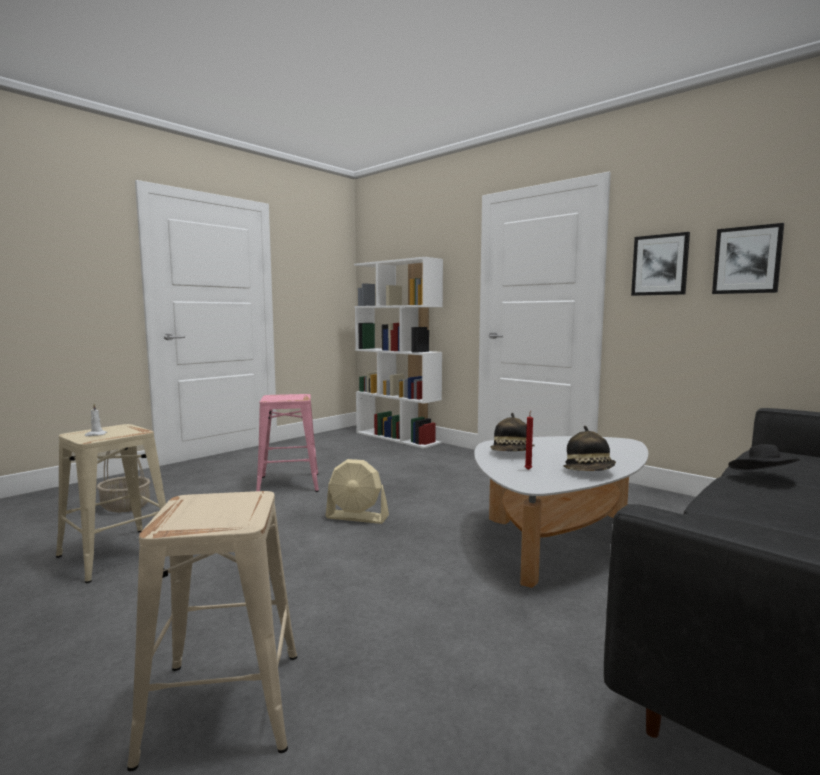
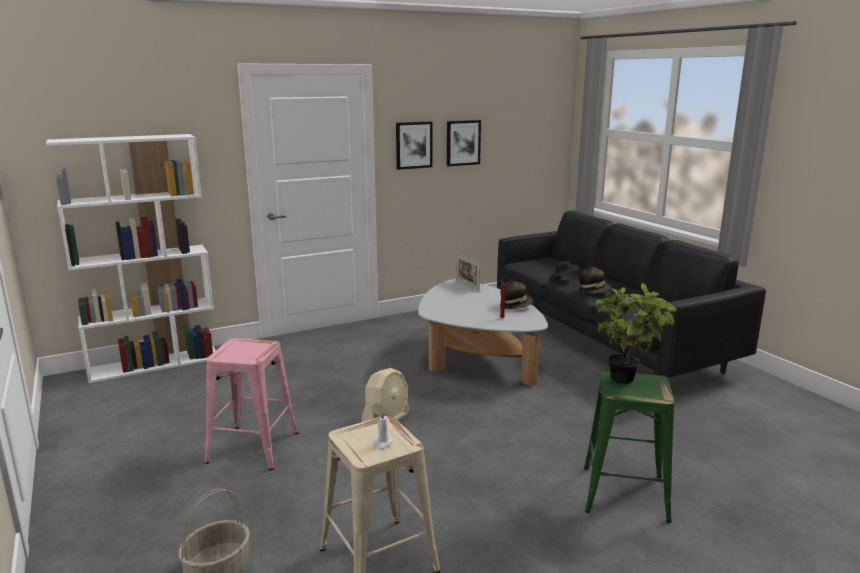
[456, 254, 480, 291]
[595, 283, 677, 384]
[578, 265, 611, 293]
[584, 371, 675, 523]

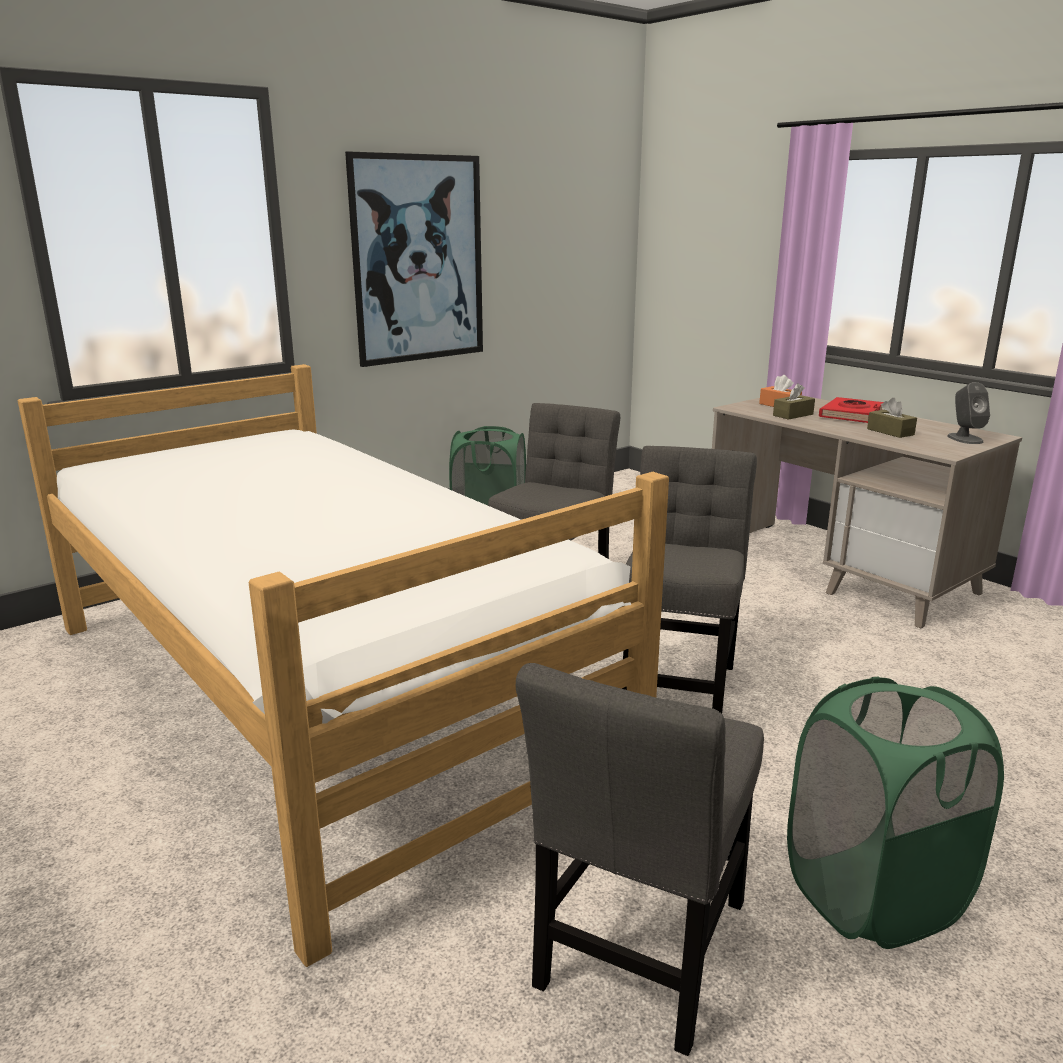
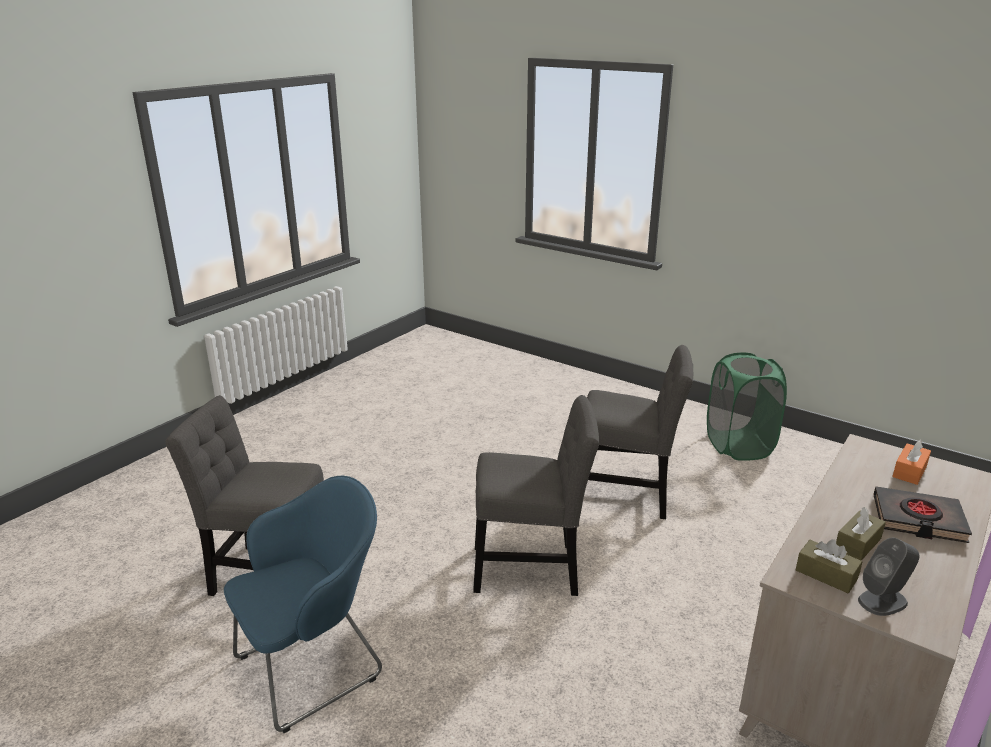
[18, 364, 669, 967] (first image)
[345, 151, 483, 367] (first image)
[796, 539, 862, 593]
[224, 476, 382, 733]
[873, 486, 972, 543]

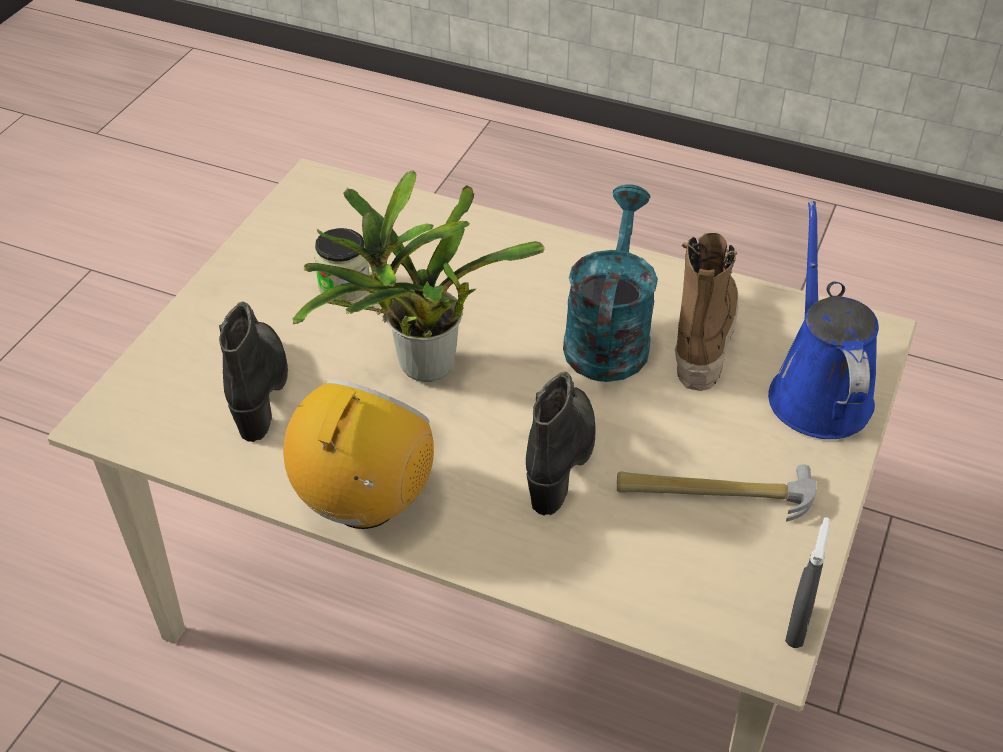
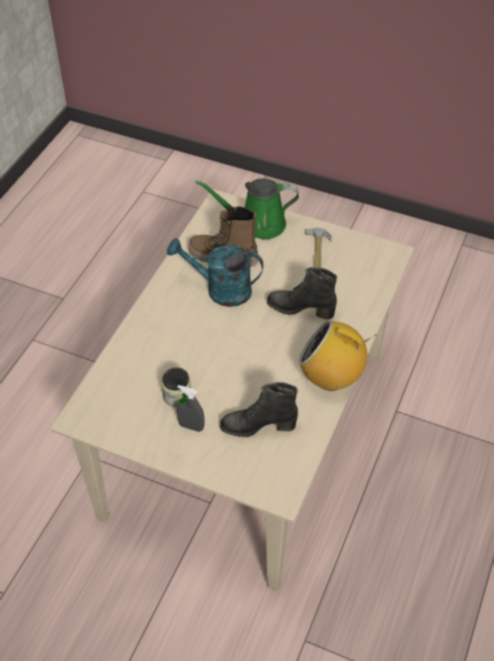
[293, 170, 545, 382] (first image)
[176, 385, 204, 432]
[196, 179, 299, 239]

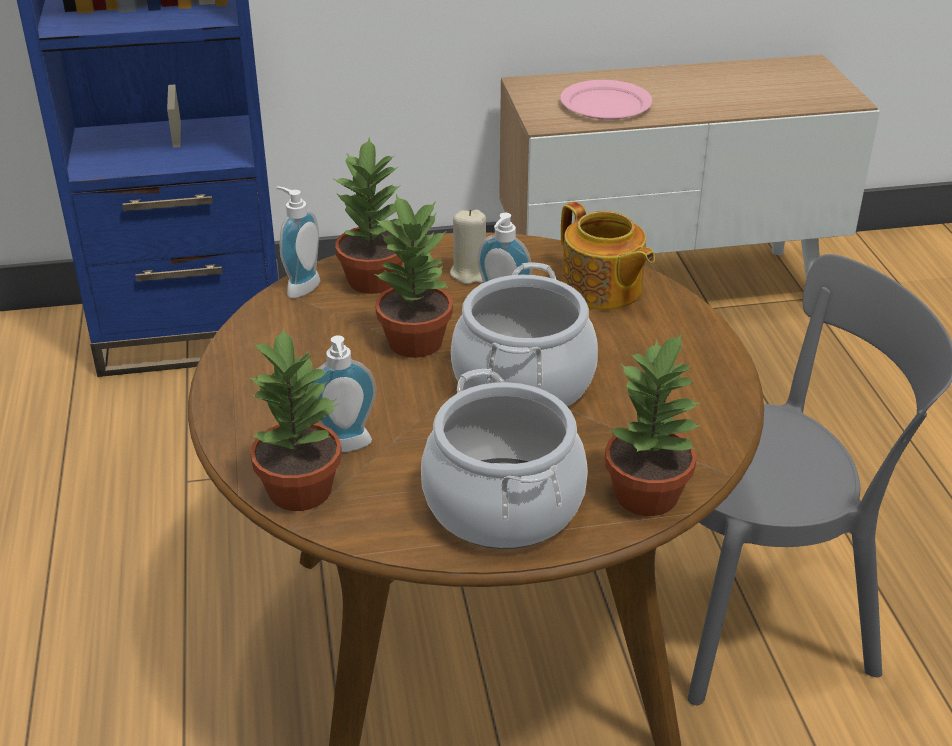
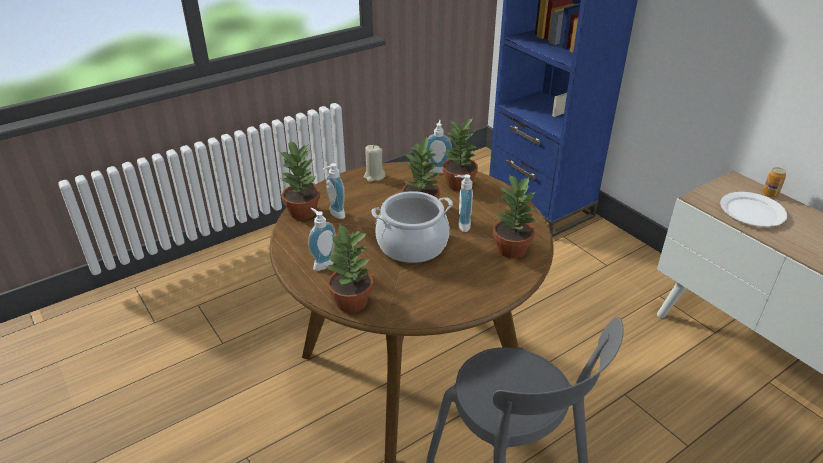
[762, 167, 786, 197]
[364, 145, 386, 182]
[308, 208, 336, 271]
[493, 174, 536, 258]
[720, 192, 787, 227]

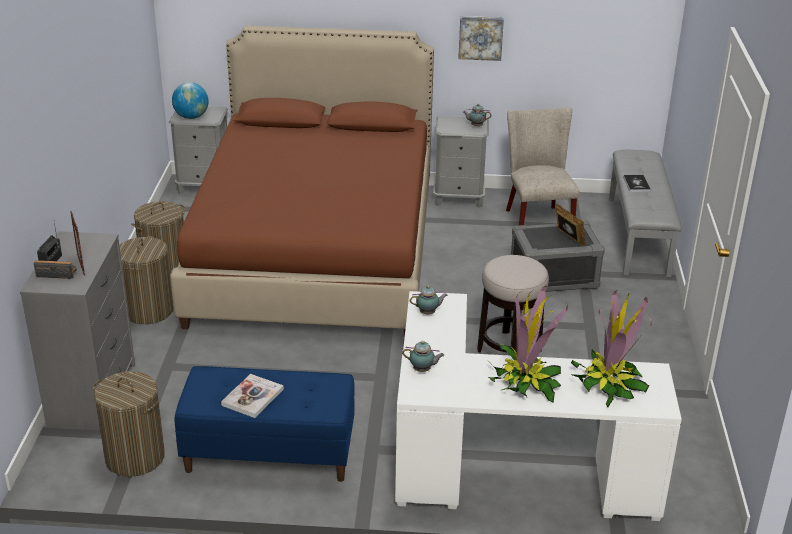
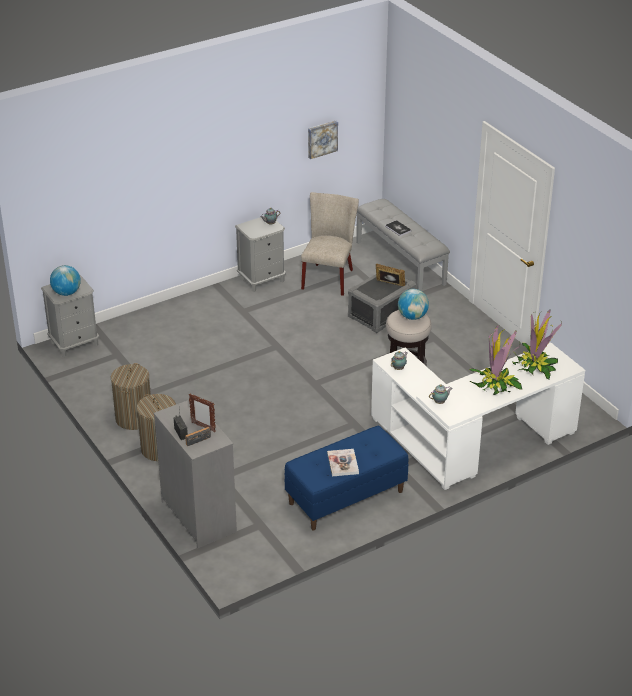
[93, 371, 165, 477] (first image)
[170, 25, 434, 336] (first image)
[398, 289, 429, 320]
[308, 120, 338, 159]
[301, 192, 359, 296]

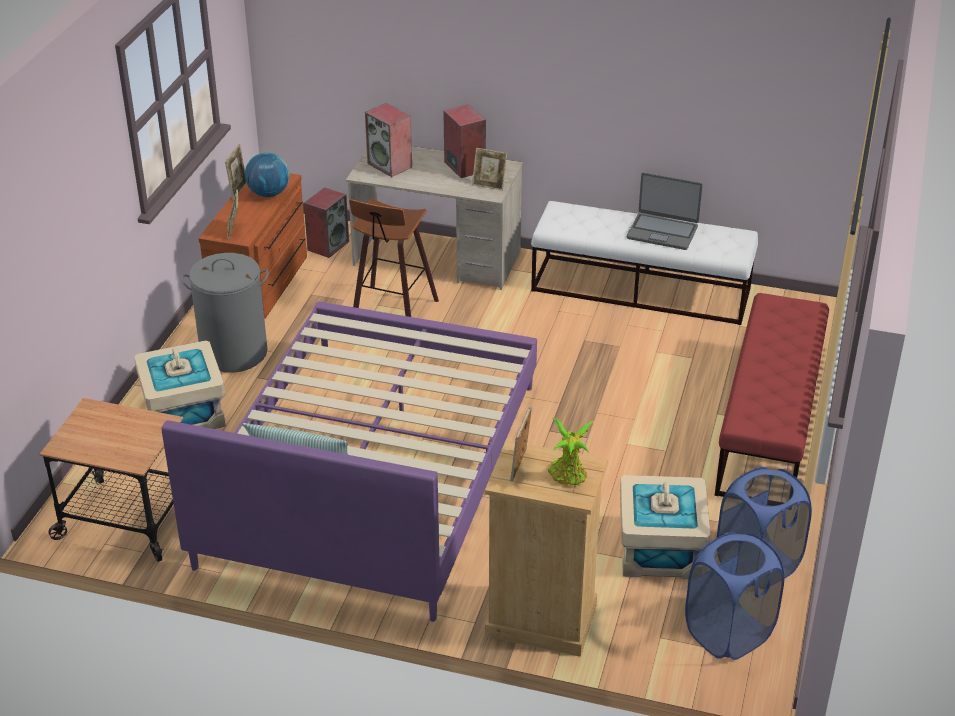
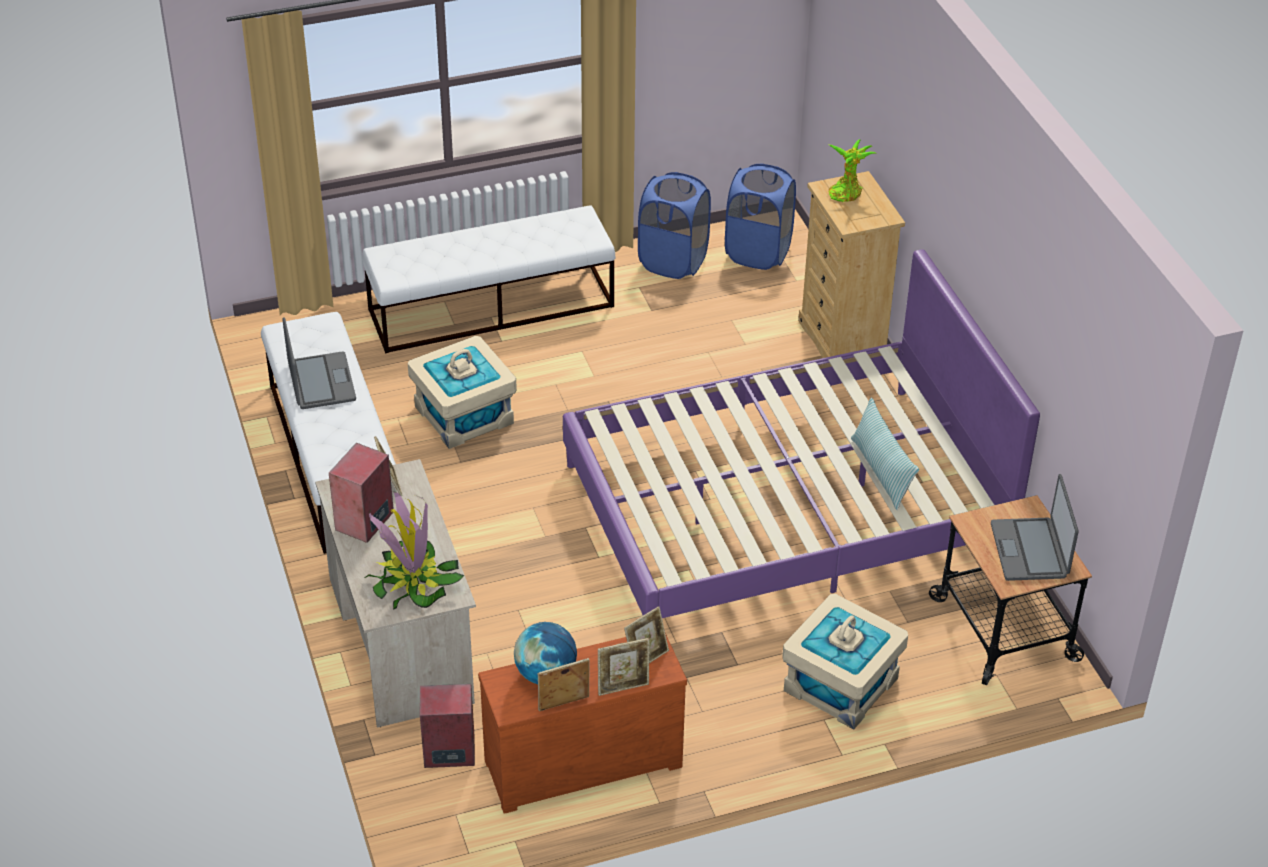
[181, 253, 269, 373] (first image)
[349, 198, 439, 317] (first image)
[991, 474, 1079, 581]
[598, 638, 650, 696]
[408, 336, 517, 449]
[365, 491, 465, 610]
[362, 205, 615, 353]

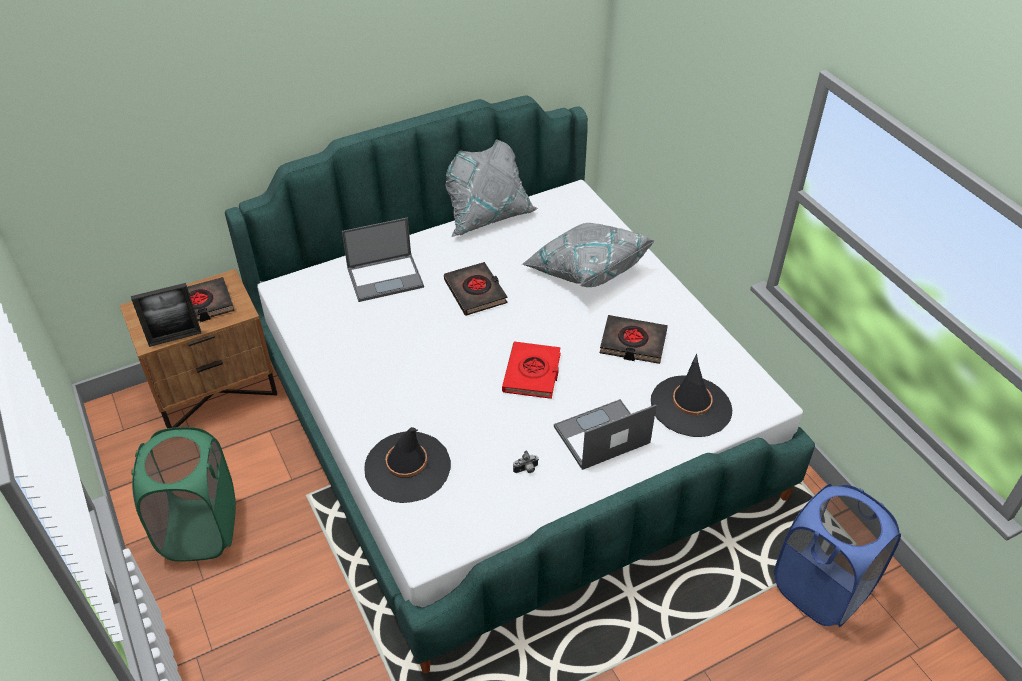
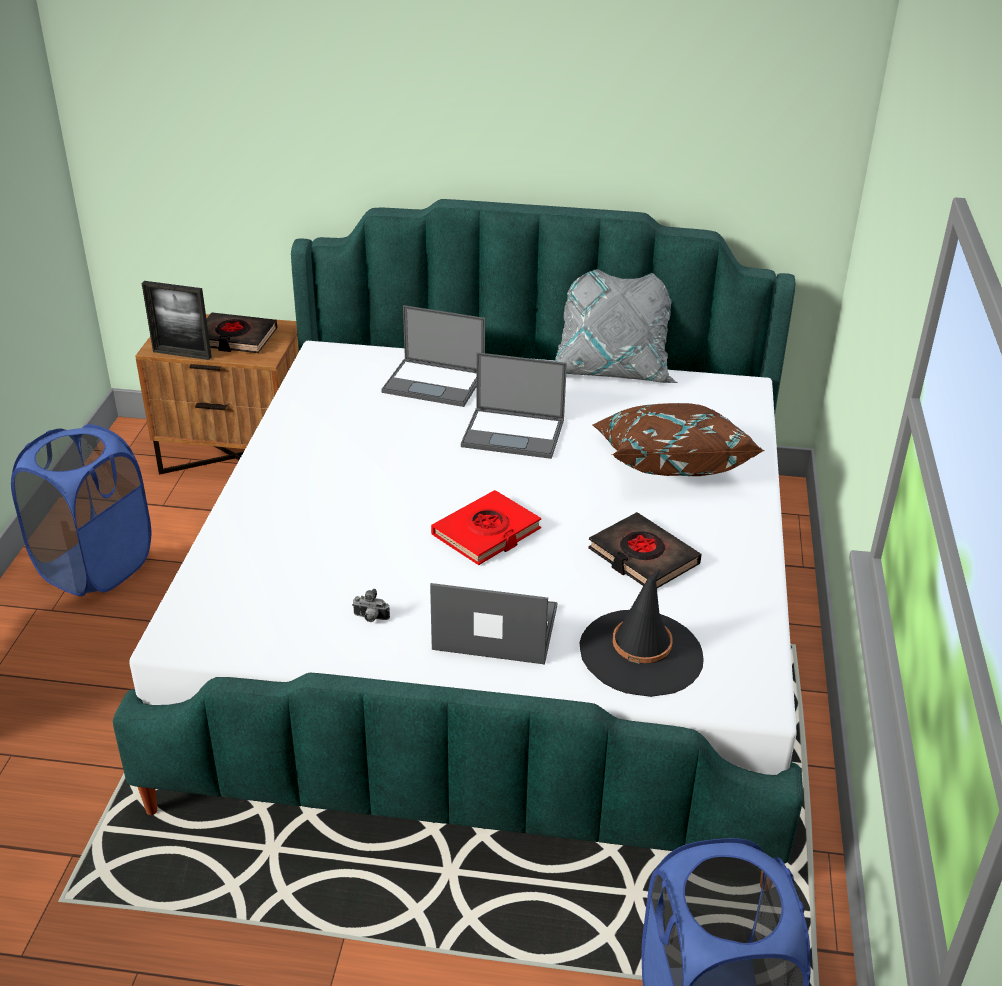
[365, 427, 451, 503] (first image)
[461, 352, 567, 459]
[11, 424, 152, 597]
[593, 403, 765, 476]

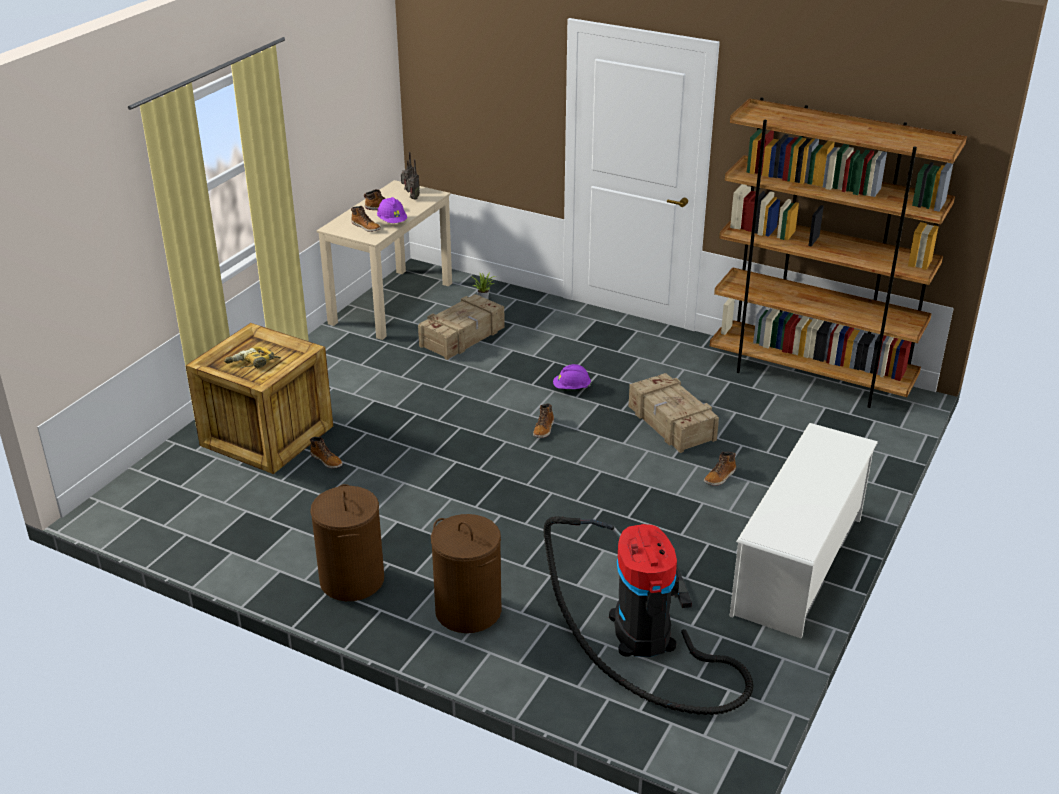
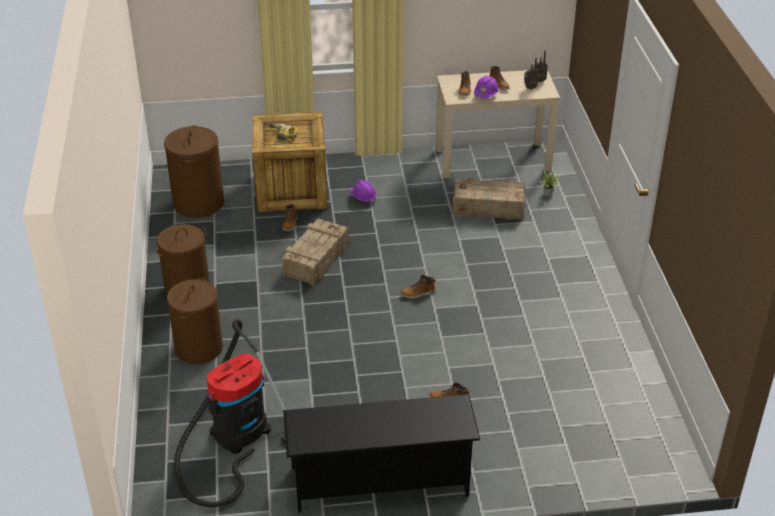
[710, 98, 967, 408] (first image)
[164, 125, 224, 218]
[350, 180, 377, 204]
[282, 219, 349, 286]
[283, 394, 480, 513]

